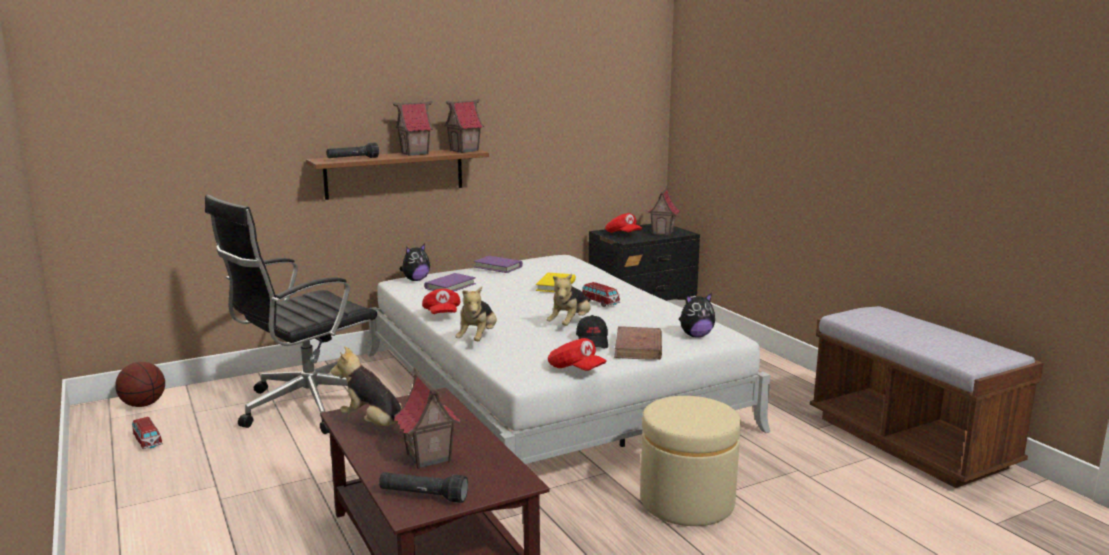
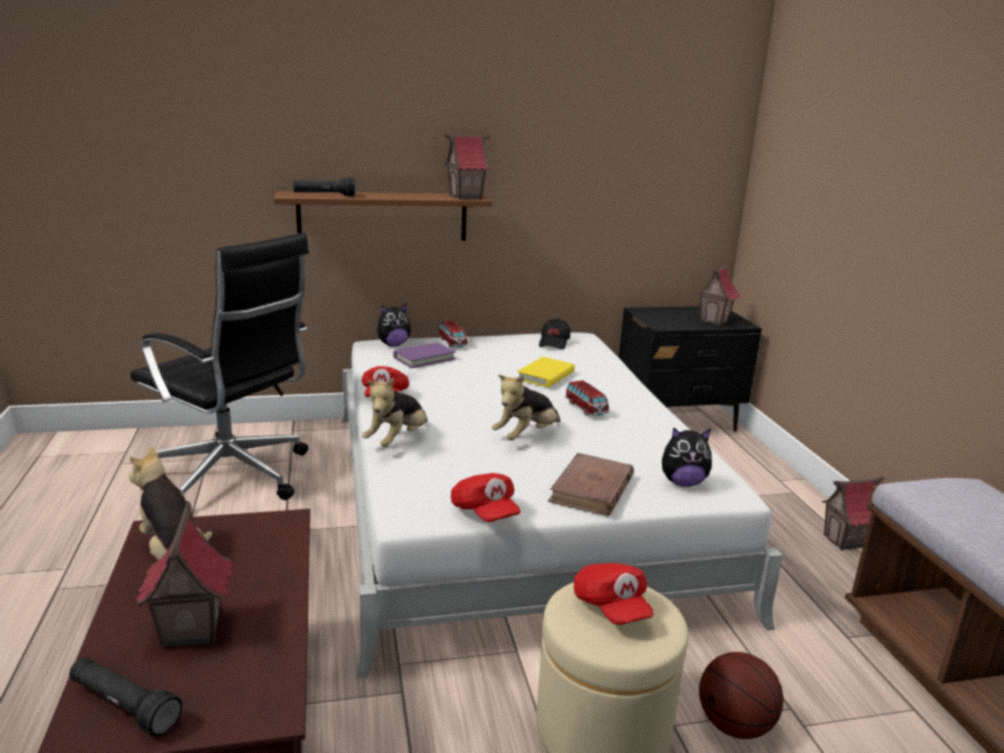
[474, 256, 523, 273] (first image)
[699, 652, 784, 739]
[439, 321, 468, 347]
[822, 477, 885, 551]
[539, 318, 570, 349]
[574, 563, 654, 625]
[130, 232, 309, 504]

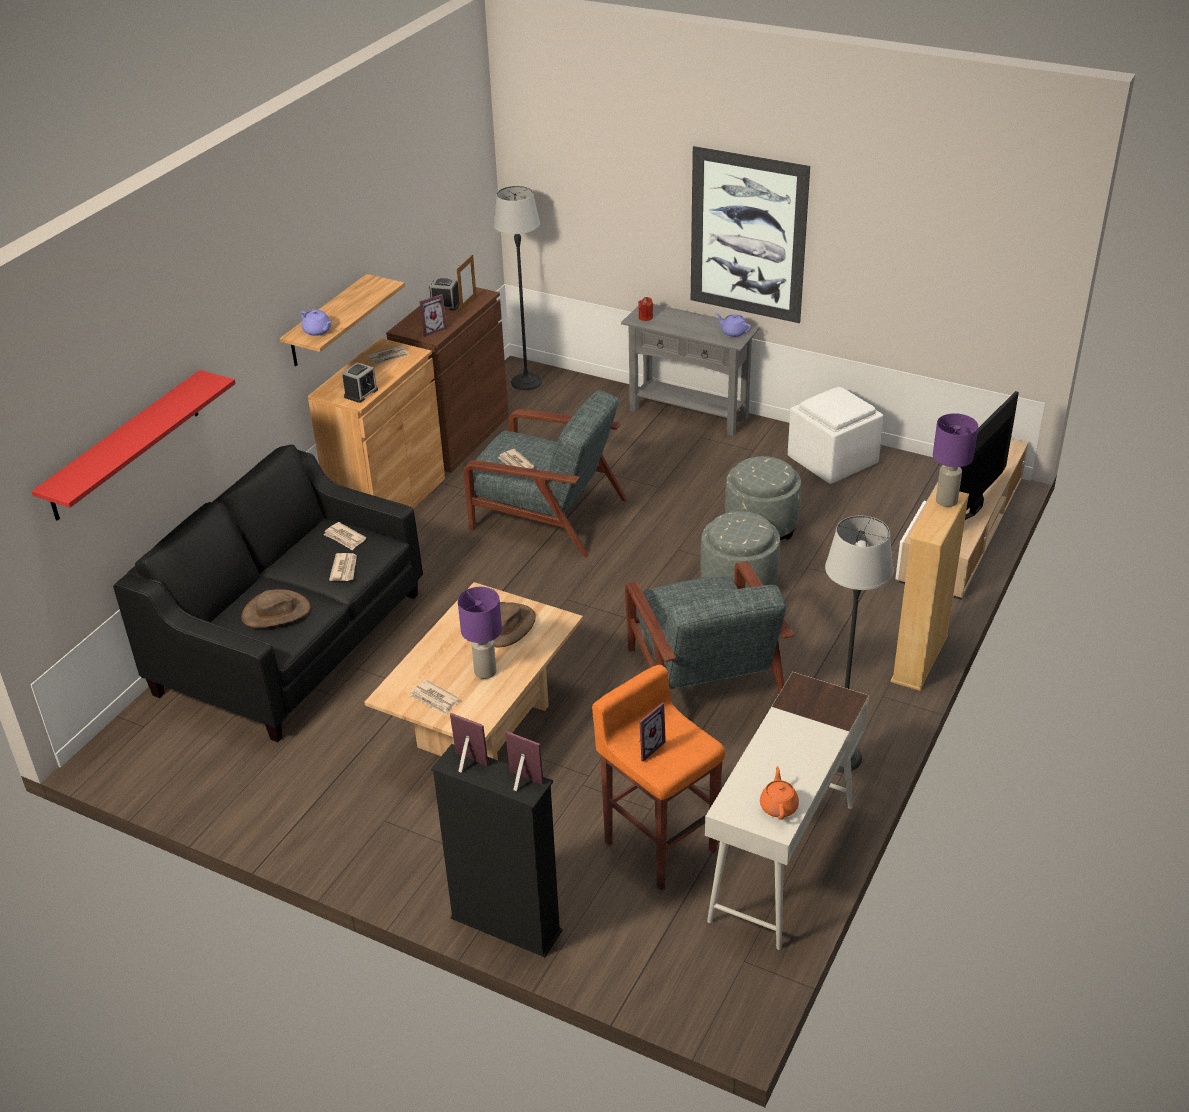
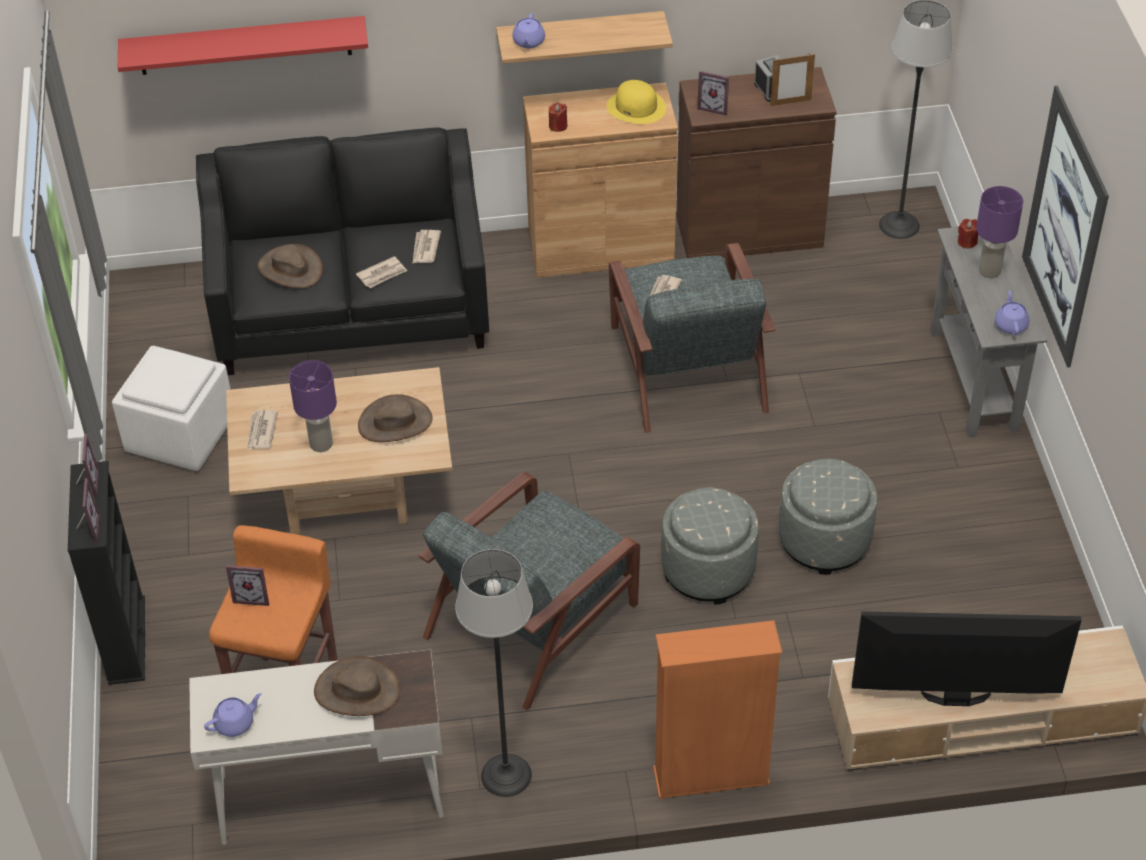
[314, 656, 400, 716]
[112, 346, 231, 471]
[976, 186, 1023, 278]
[549, 102, 568, 132]
[606, 80, 666, 124]
[204, 693, 262, 737]
[653, 620, 782, 799]

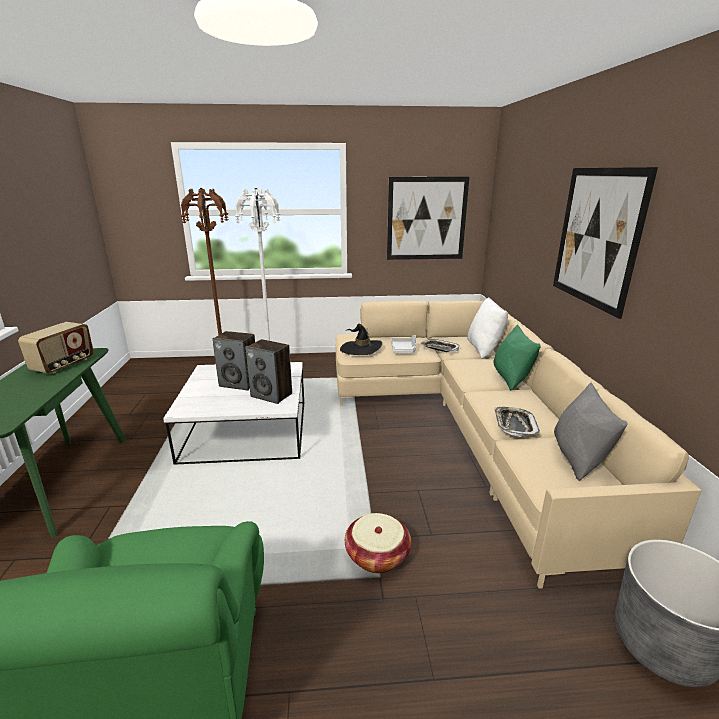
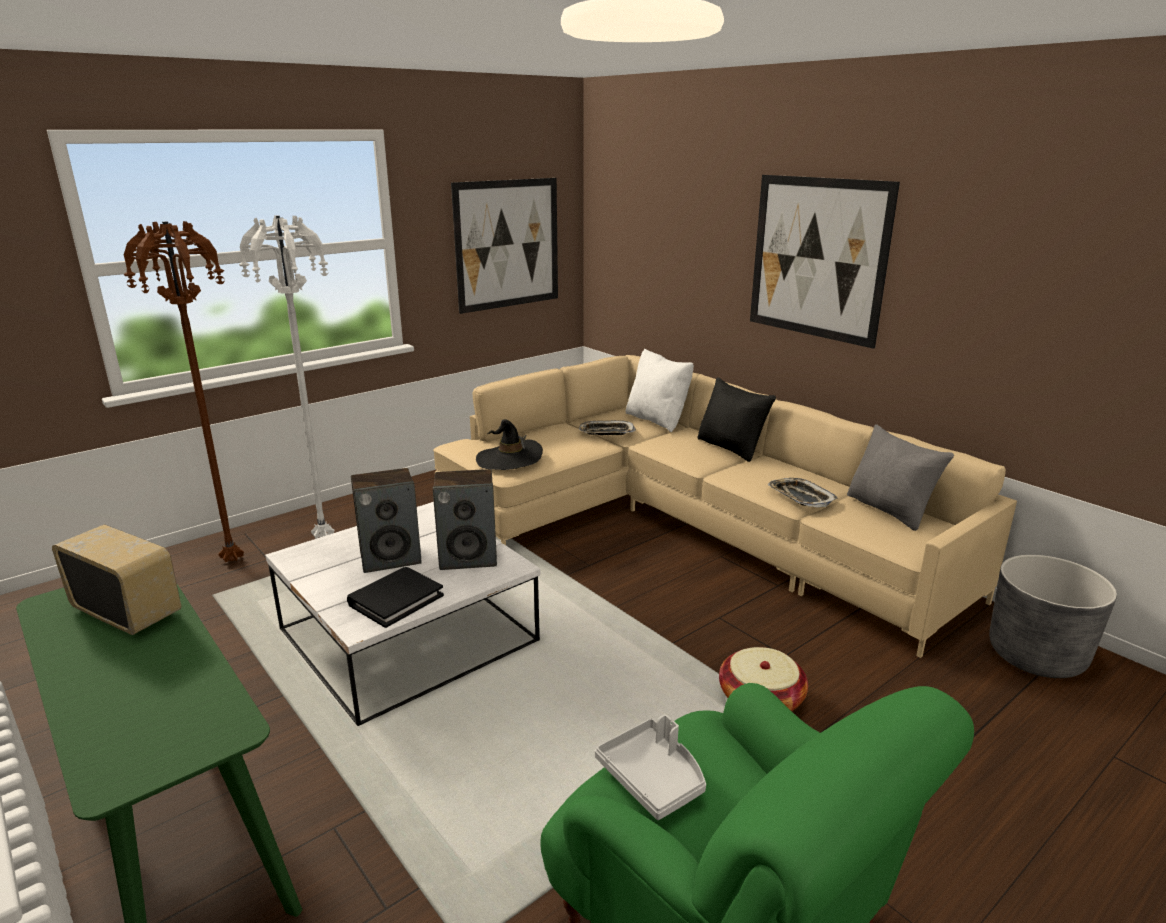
[347, 567, 444, 628]
[595, 715, 706, 820]
[697, 377, 776, 462]
[52, 524, 181, 635]

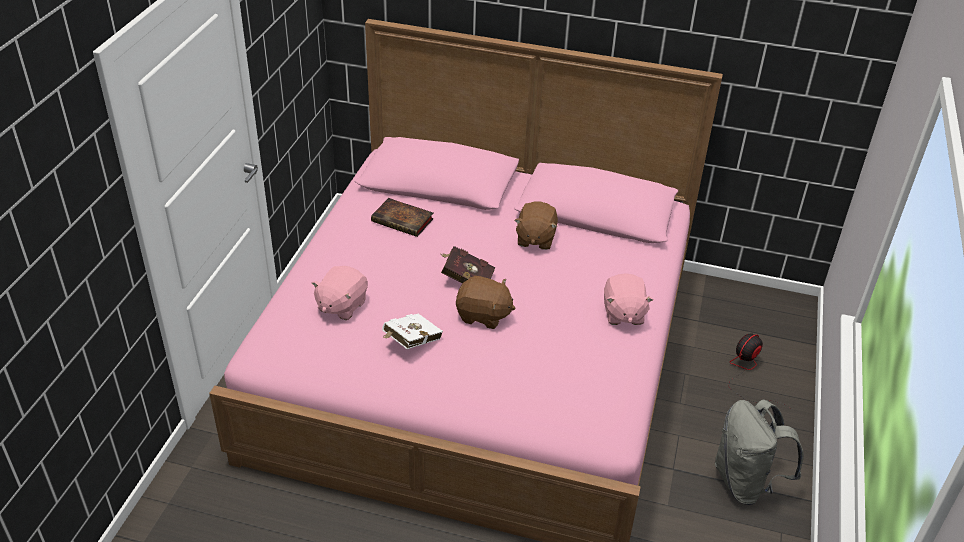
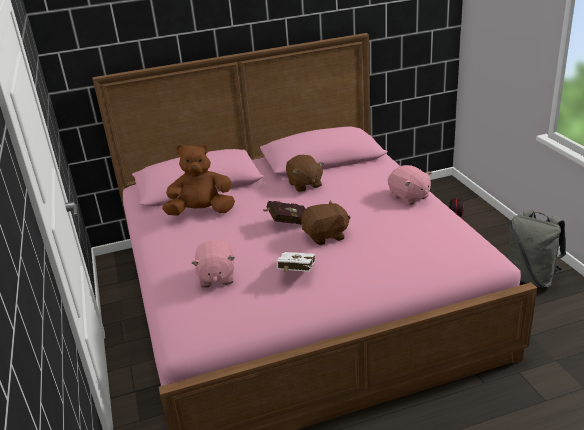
[162, 144, 235, 216]

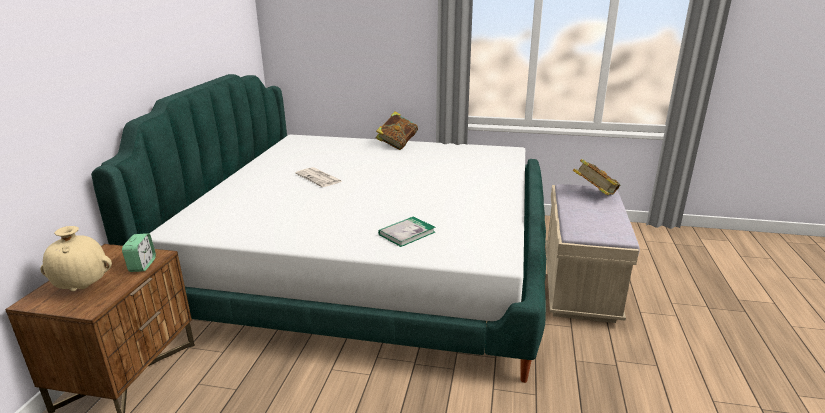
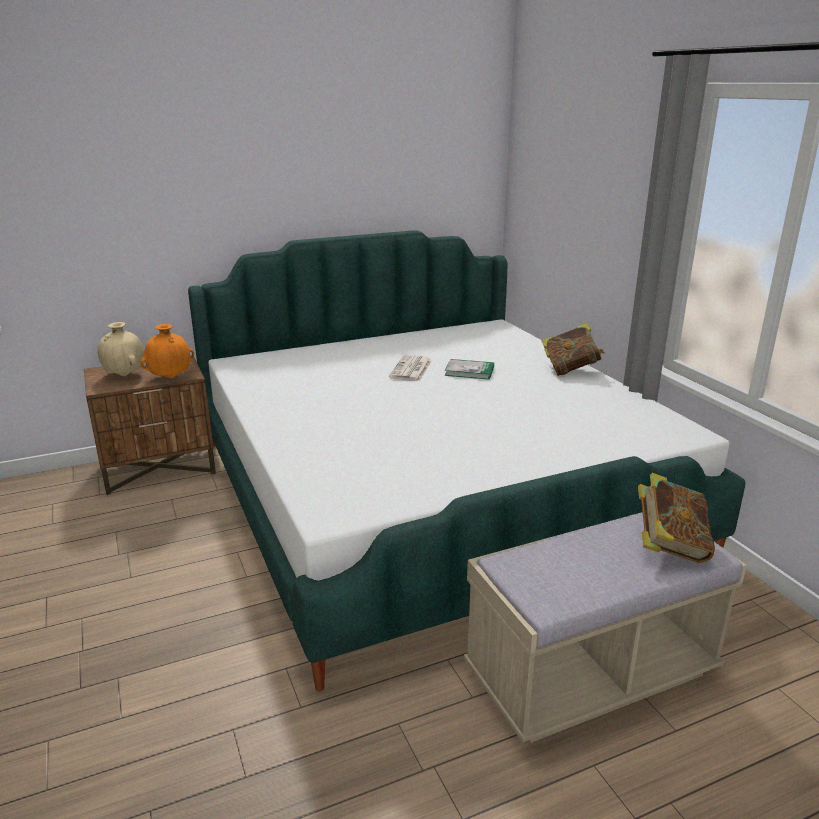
[445, 359, 494, 380]
[141, 324, 194, 379]

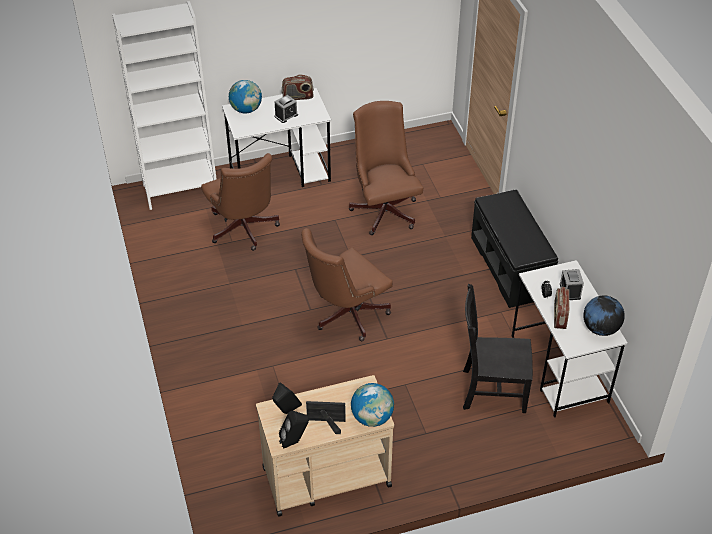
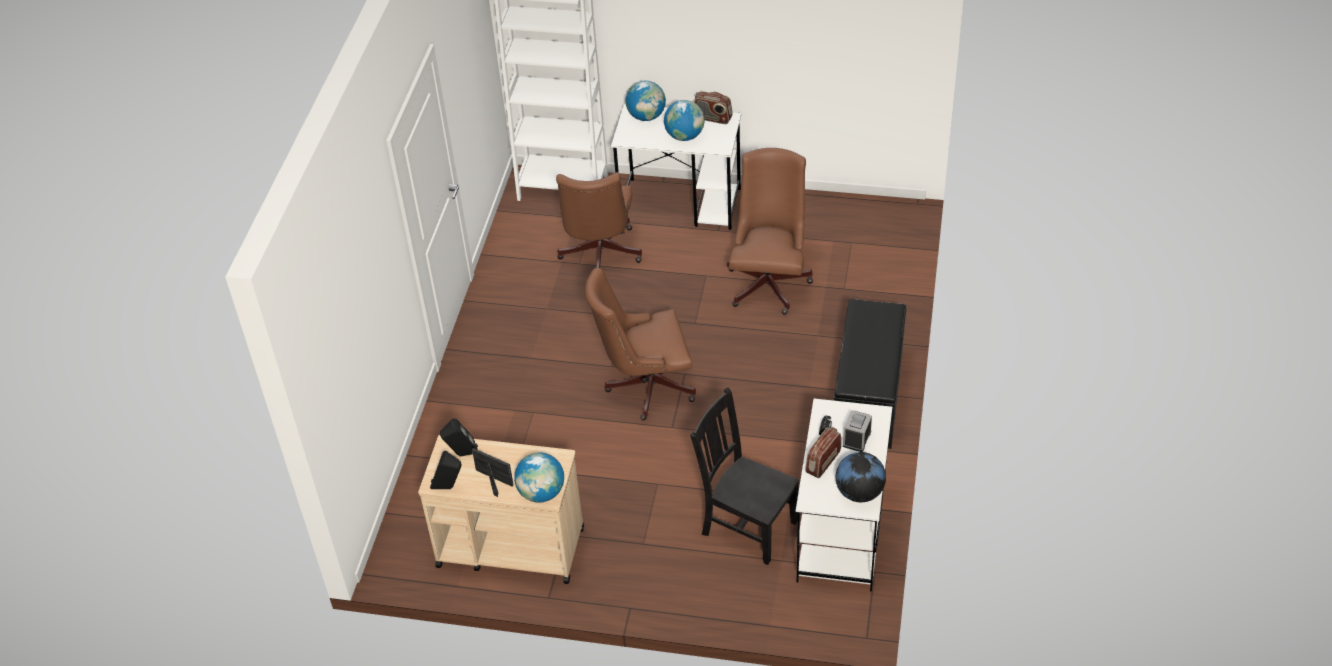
[664, 100, 704, 141]

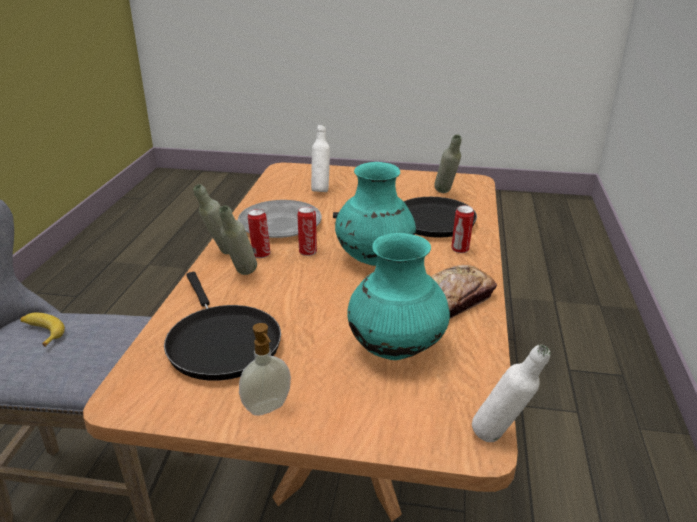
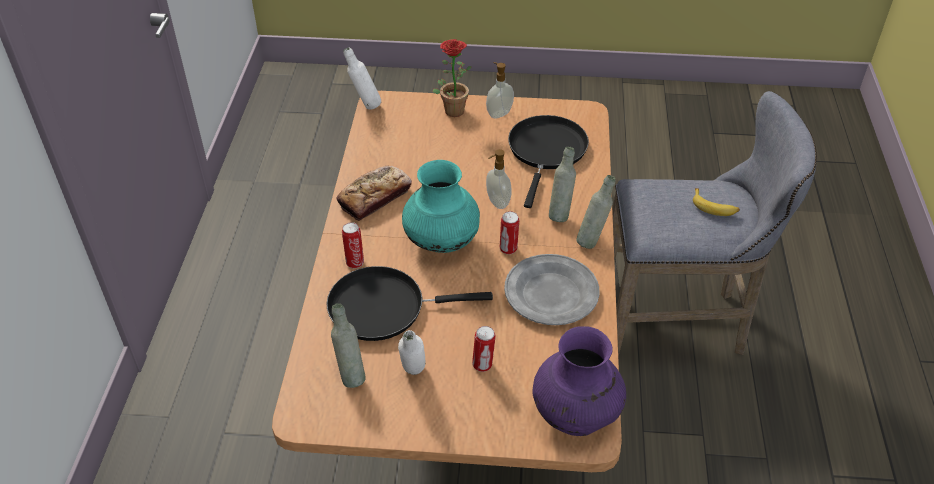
[347, 233, 450, 360] (first image)
[433, 39, 472, 117]
[486, 149, 511, 209]
[533, 326, 626, 436]
[472, 326, 496, 372]
[398, 330, 426, 375]
[508, 115, 589, 208]

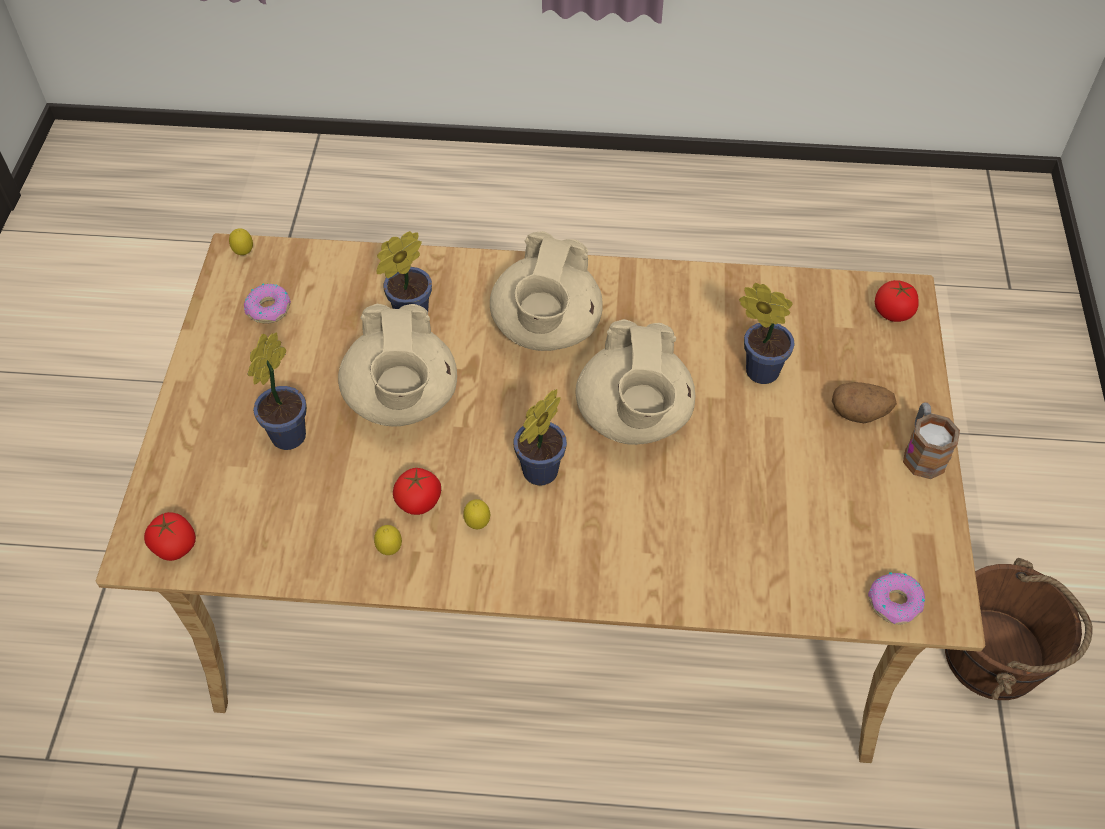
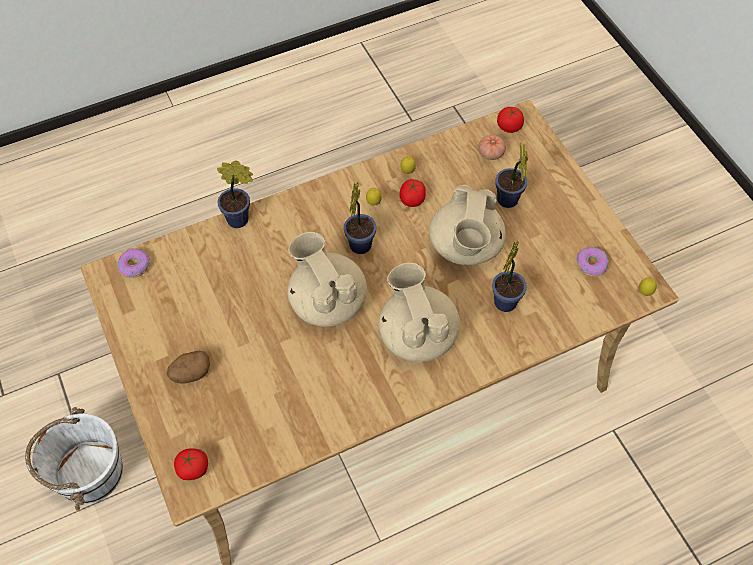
[903, 402, 960, 479] (first image)
[478, 135, 506, 160]
[217, 160, 253, 228]
[25, 407, 123, 510]
[429, 185, 506, 265]

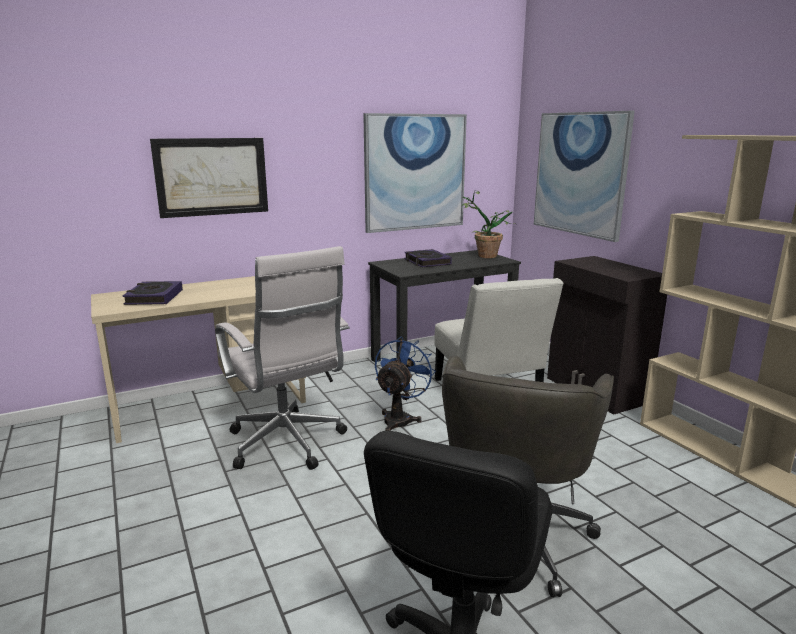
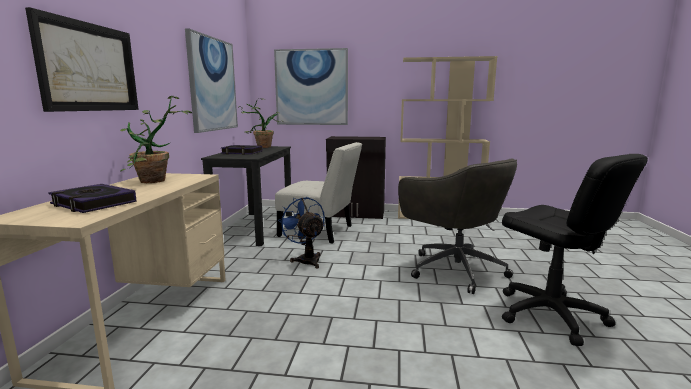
[215, 246, 349, 470] (first image)
[120, 96, 192, 183]

